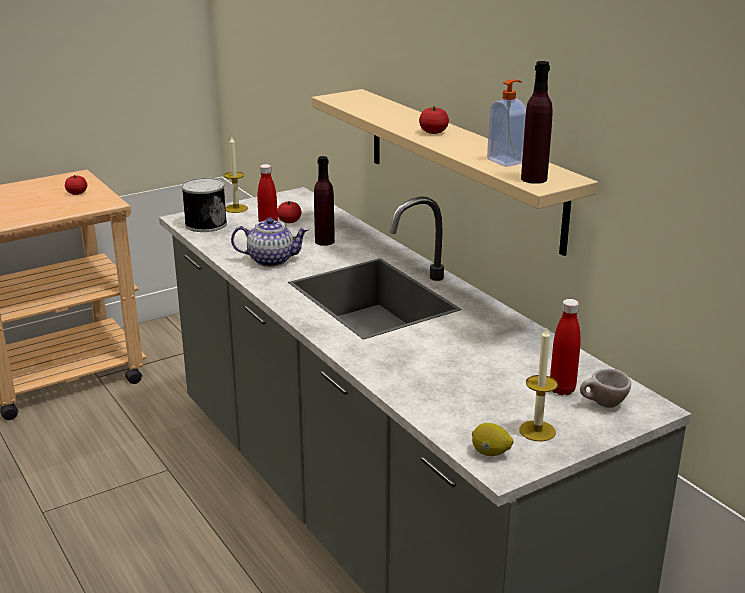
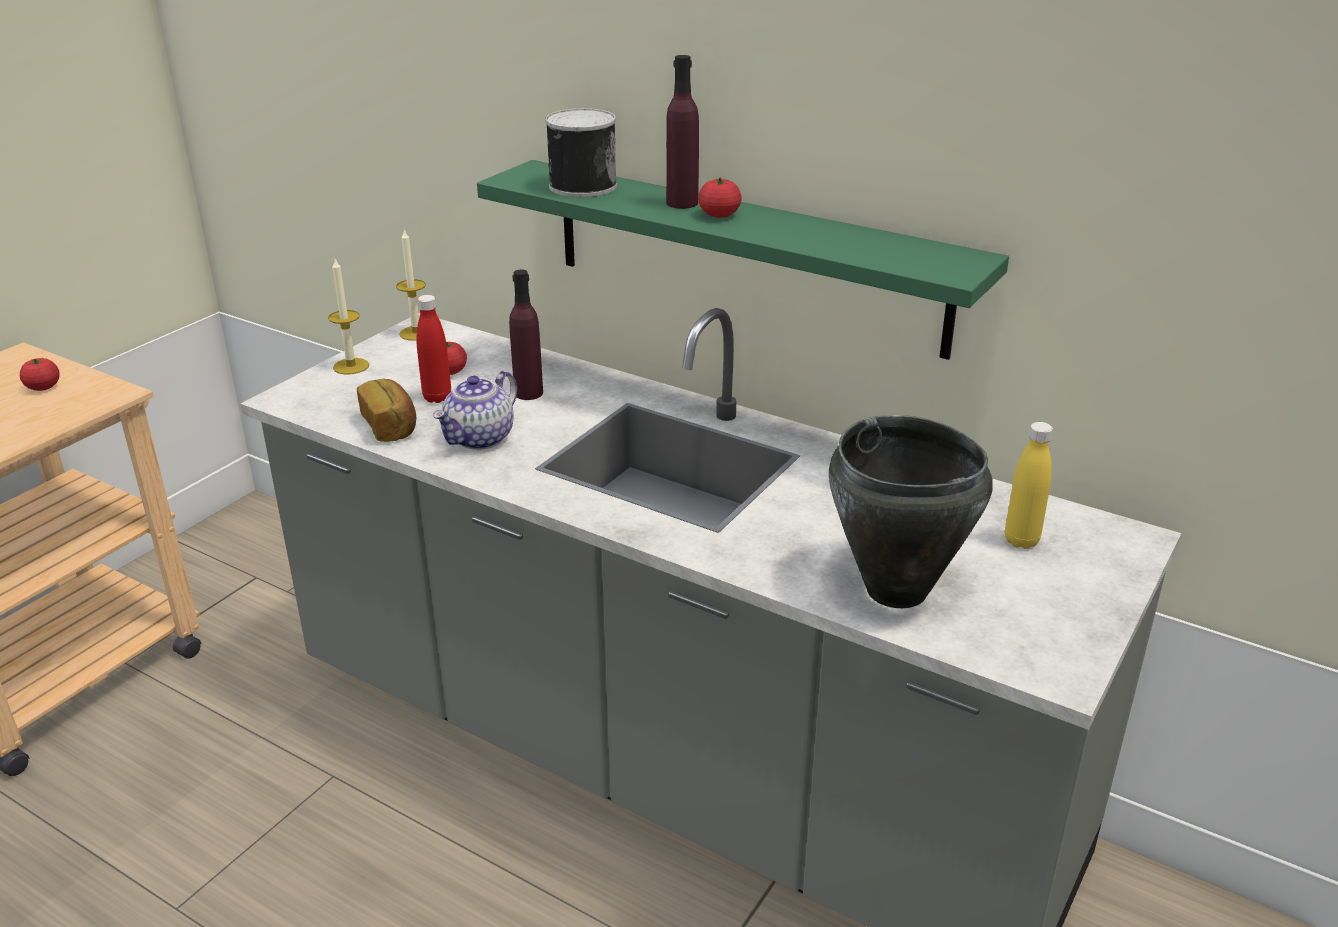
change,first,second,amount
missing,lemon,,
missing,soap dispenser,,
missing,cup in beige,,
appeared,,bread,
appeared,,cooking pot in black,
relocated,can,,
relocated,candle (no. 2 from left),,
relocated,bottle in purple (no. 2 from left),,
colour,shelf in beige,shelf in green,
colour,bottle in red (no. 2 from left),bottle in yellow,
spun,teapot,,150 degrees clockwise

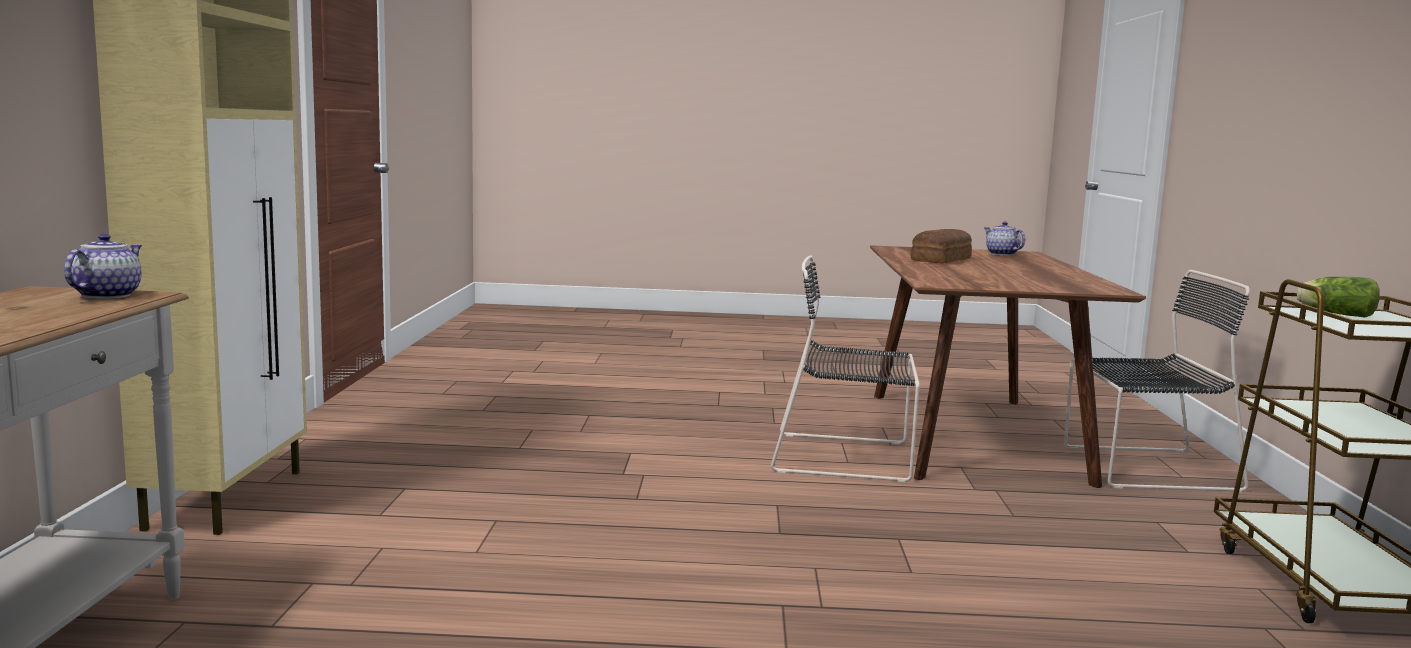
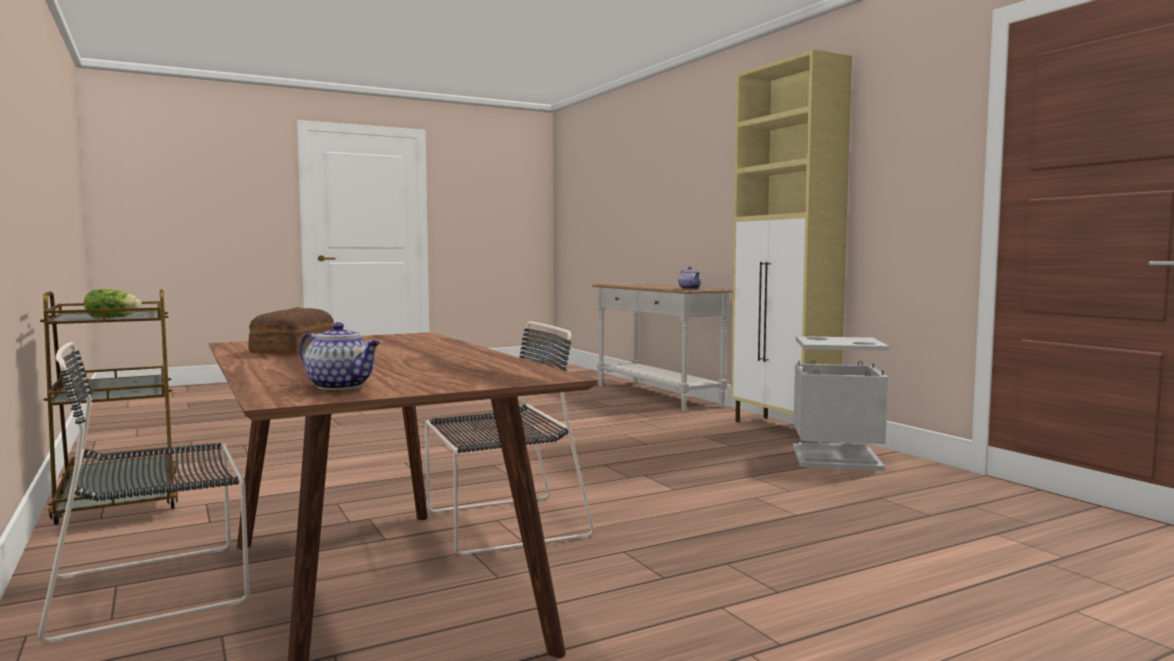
change,first,second,amount
appeared,,trash can in grey,
relocated,bread,,

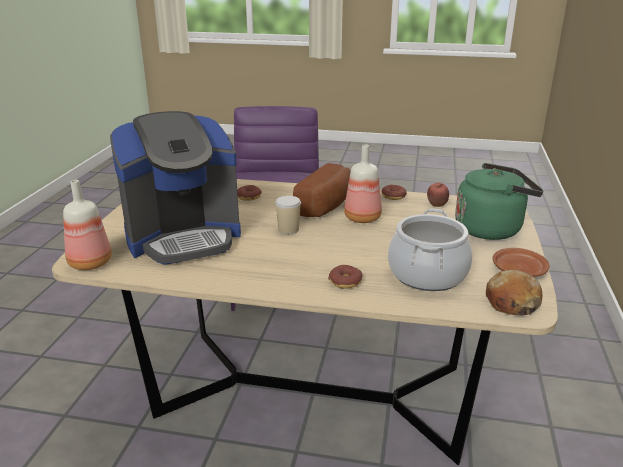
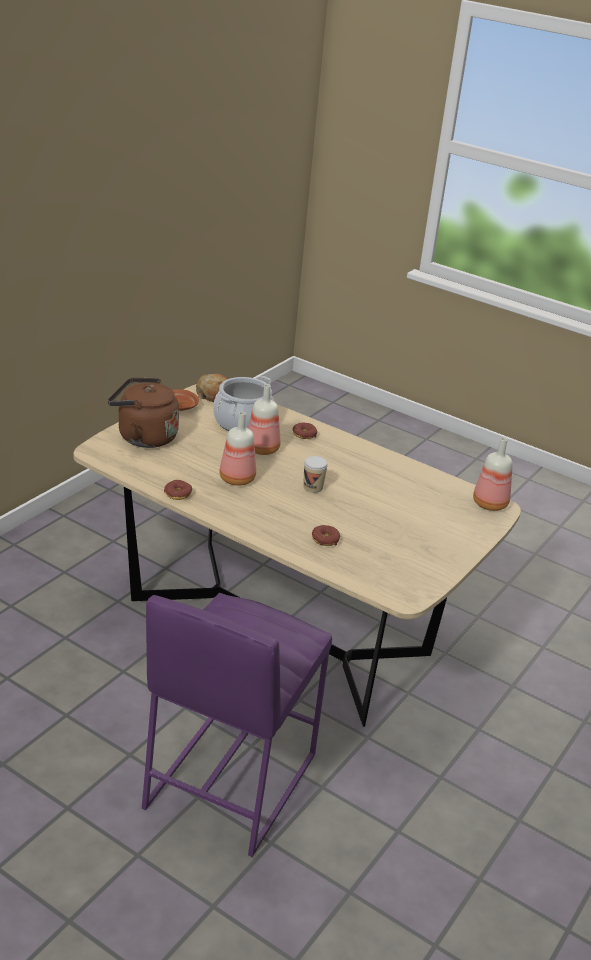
change,first,second,amount
missing,coffee machine,,
missing,bread (no. 1 from left),,
missing,apple,,
appeared,,bottle (no. 2 from left),
colour,kettle in green,kettle in brown,

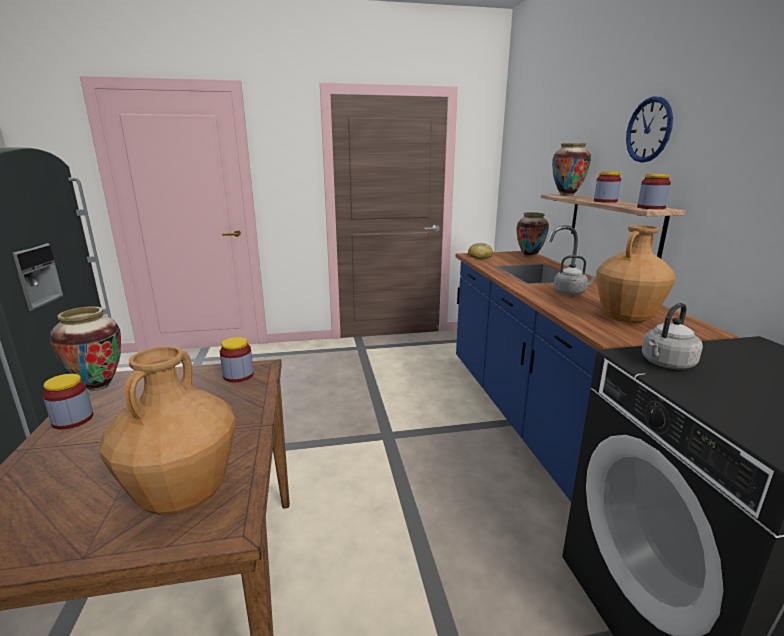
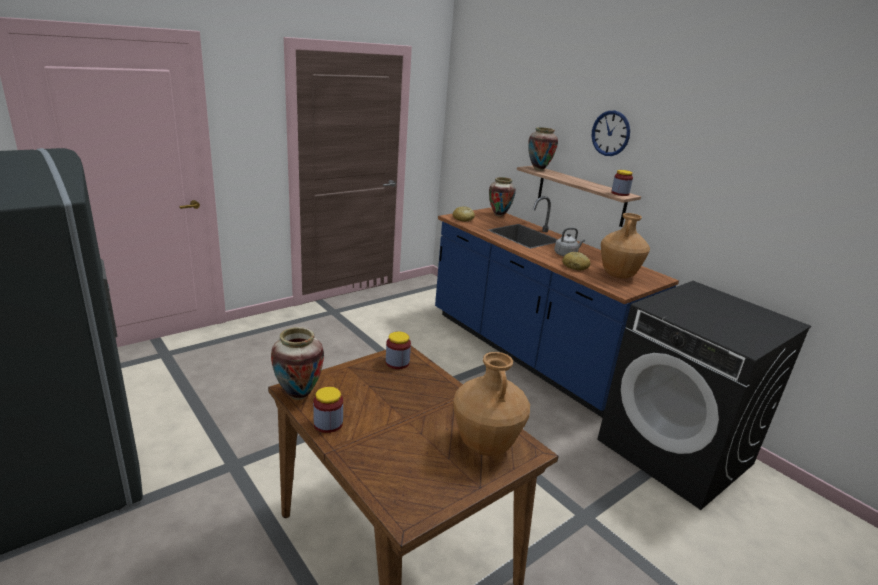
change,first,second,amount
missing,jar (no. 3 from left),,
missing,kettle in grey (no. 2 from left),,
appeared,,bread (no. 2 from left),

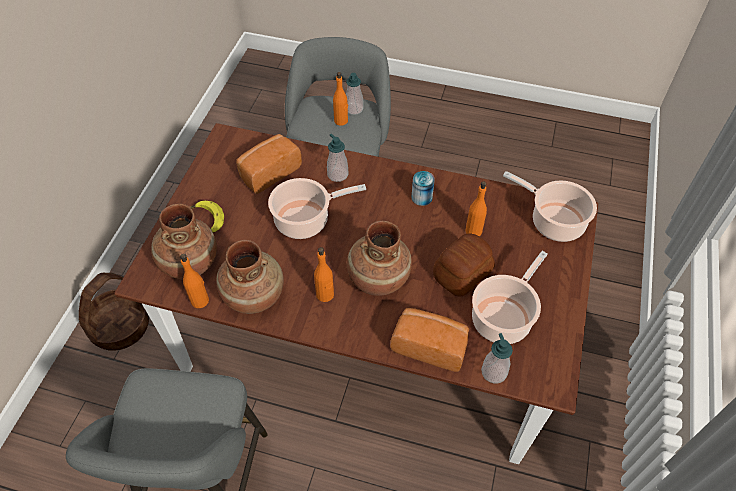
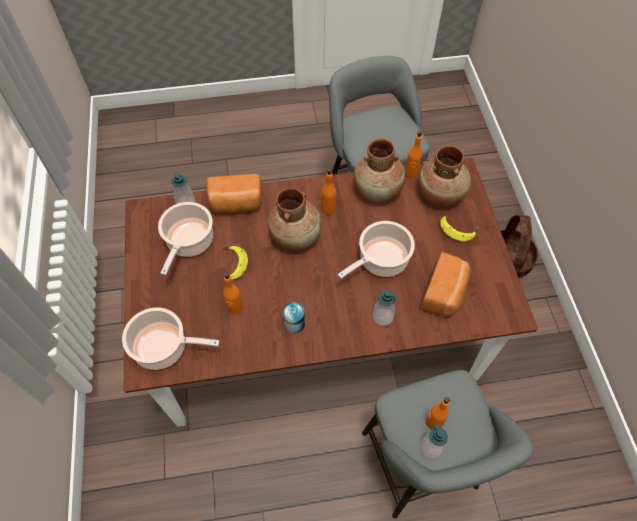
change,first,second,amount
exchanged,bread (no. 3 from left),banana (no. 1 from left),

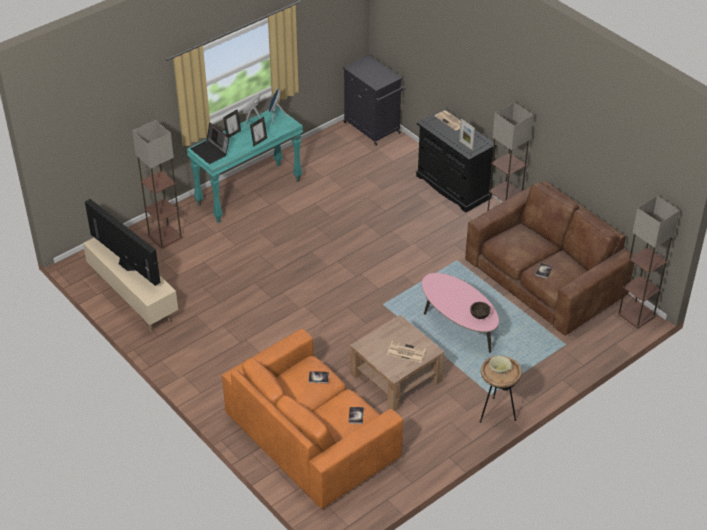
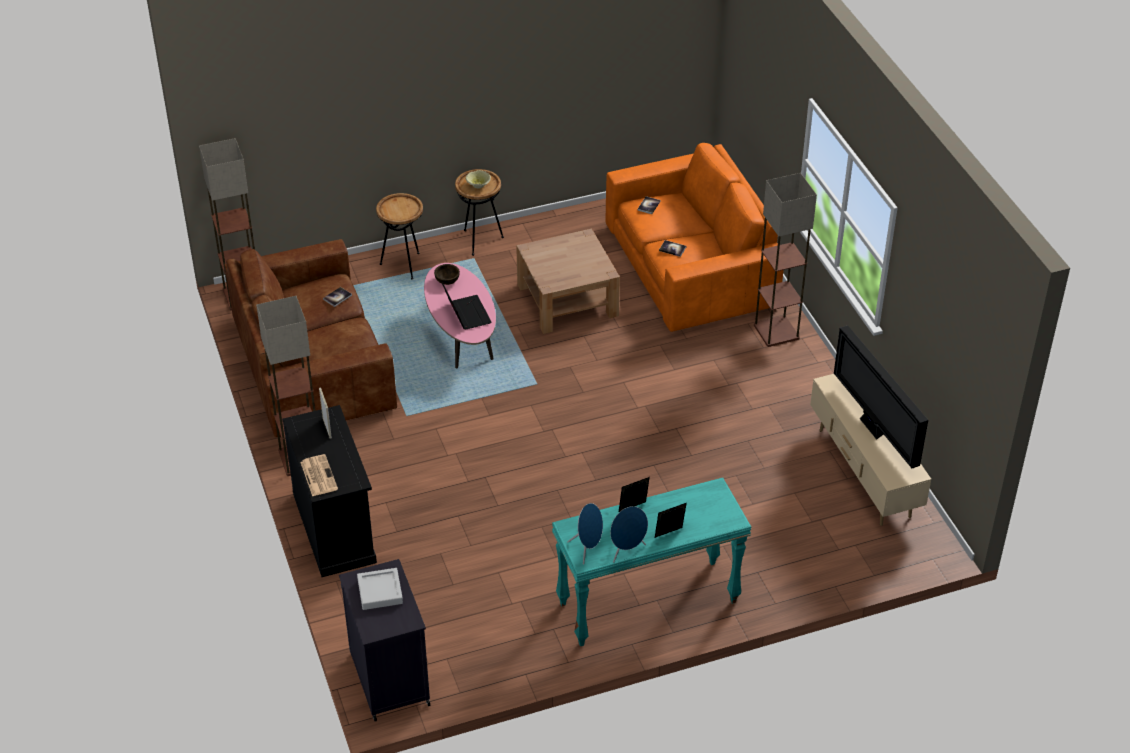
change,first,second,amount
missing,newspaper (no. 1 from left),,
appeared,,tray in grey,
appeared,,side table in brown (no. 1 from left),
relocated,floor lamp (no. 1 from left in the first image),floor lamp (no. 3 from left),
relocated,laptop,,

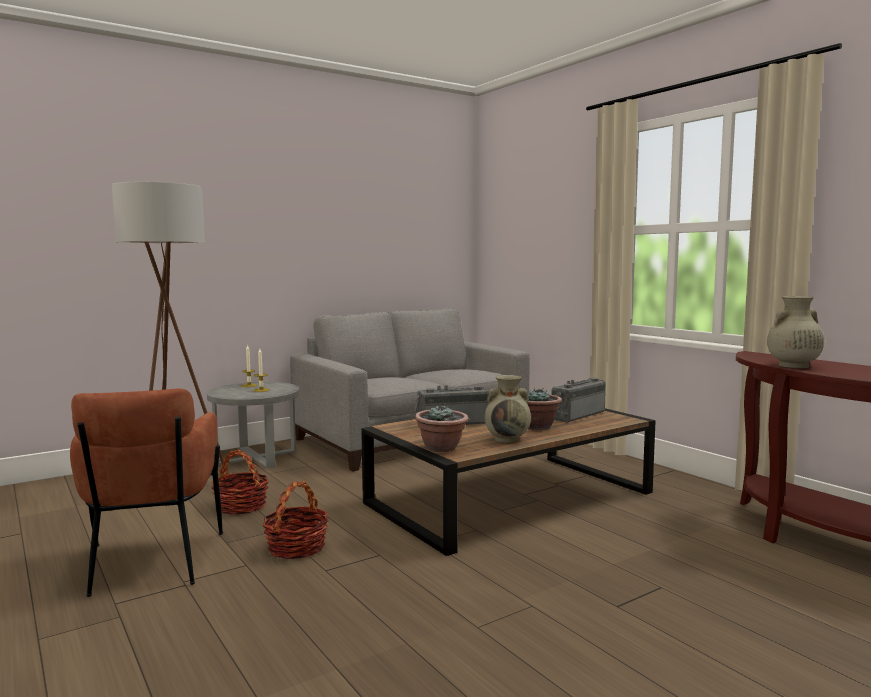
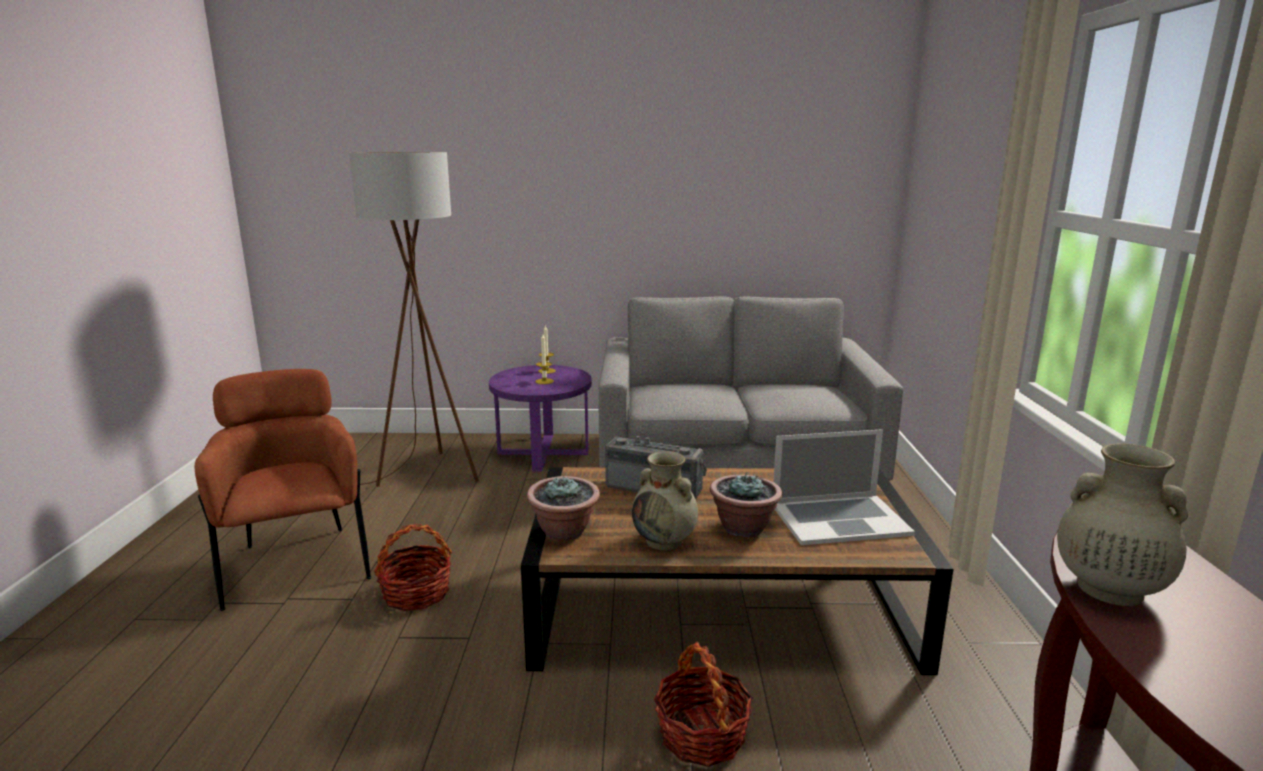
change,first,second,amount
relocated,basket (no. 1 from left in the first image),basket (no. 2 from left),
exchanged,radio (no. 2 from left),laptop,
colour,side table in grey,side table in purple,
spun,armchair in brown,,135 degrees clockwise

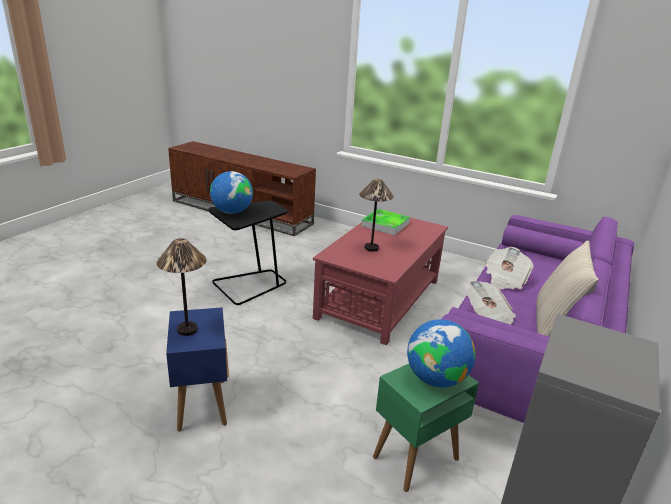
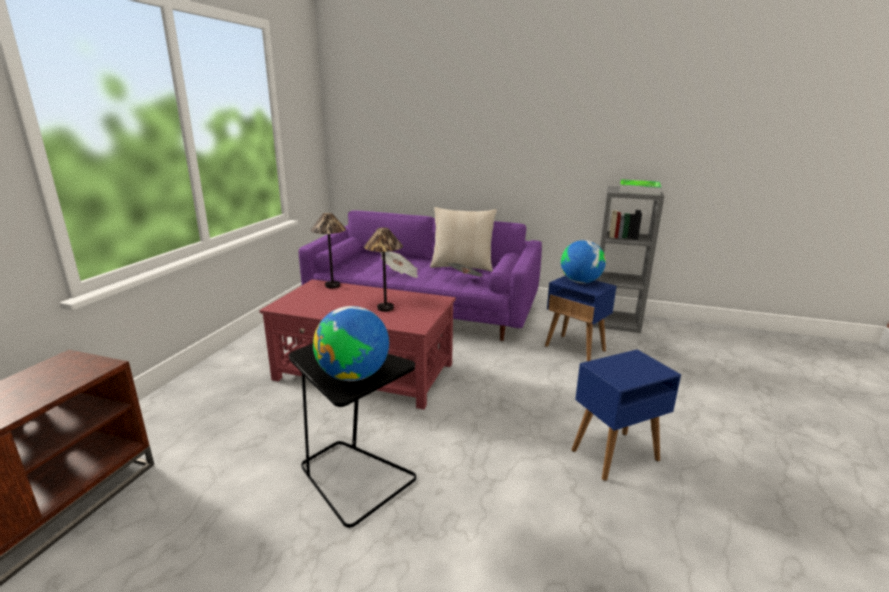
change,first,second,amount
relocated,table lamp (no. 1 from left),,
relocated,tray,,
colour,side table in green,side table in blue (no. 1 from left),

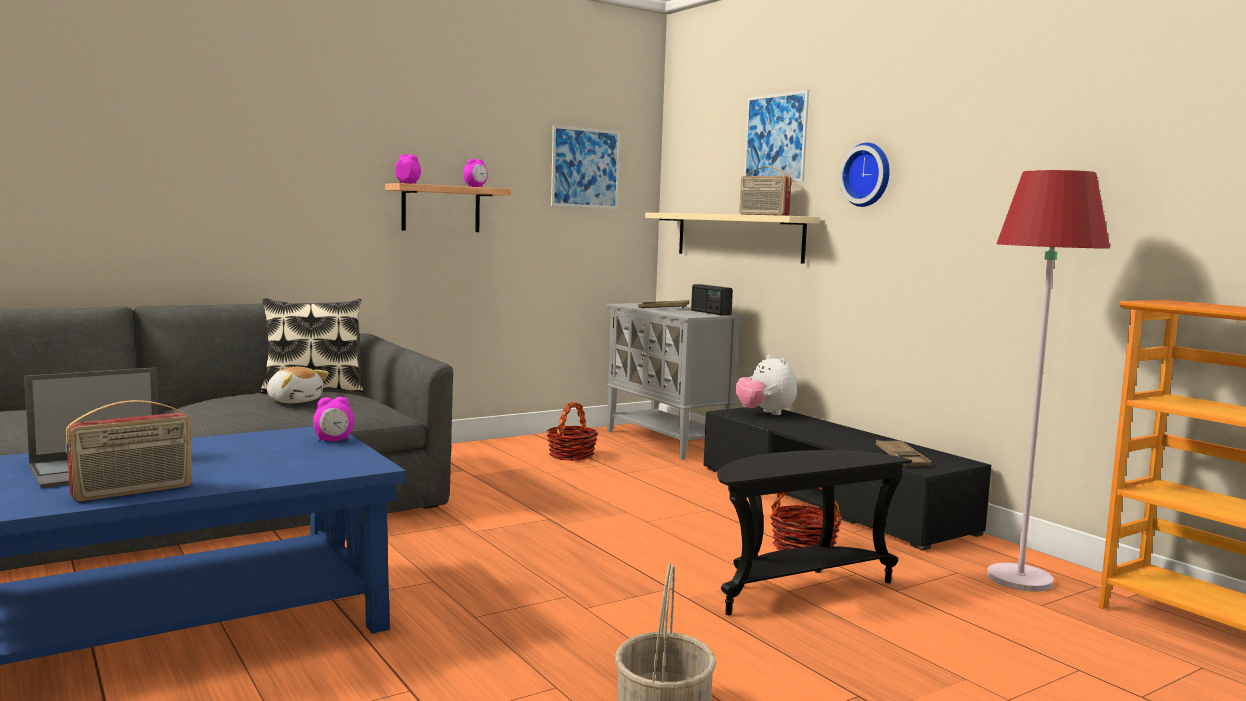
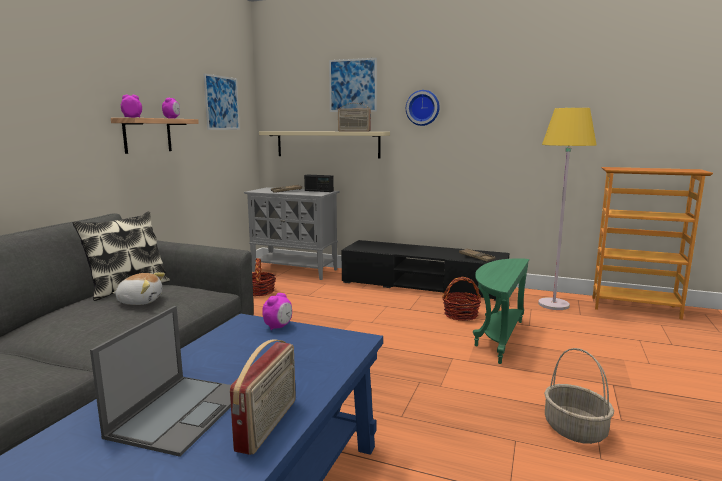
change,first,second,amount
missing,plush toy (no. 2 from left),,
colour,side table in black,side table in green,
colour,floor lamp in red,floor lamp in yellow,

